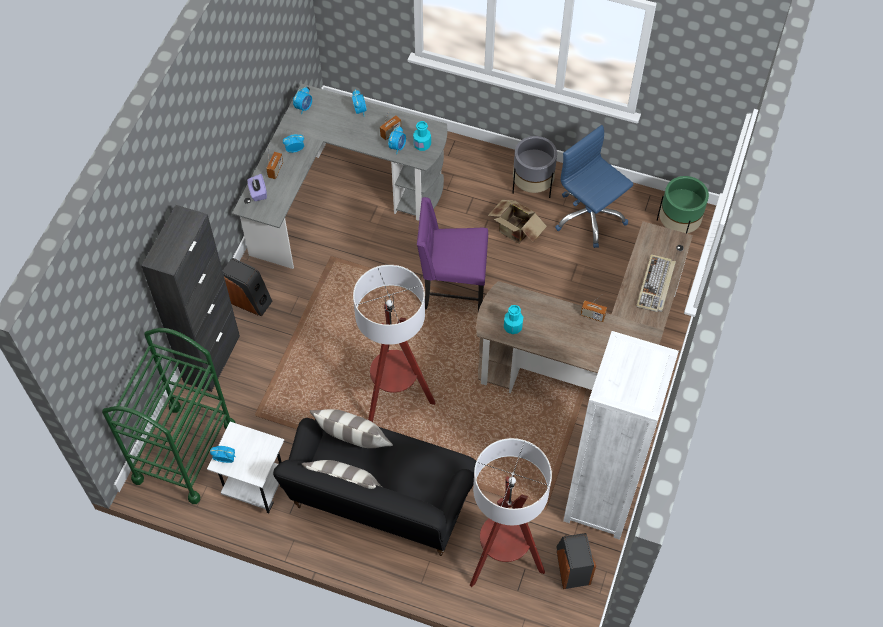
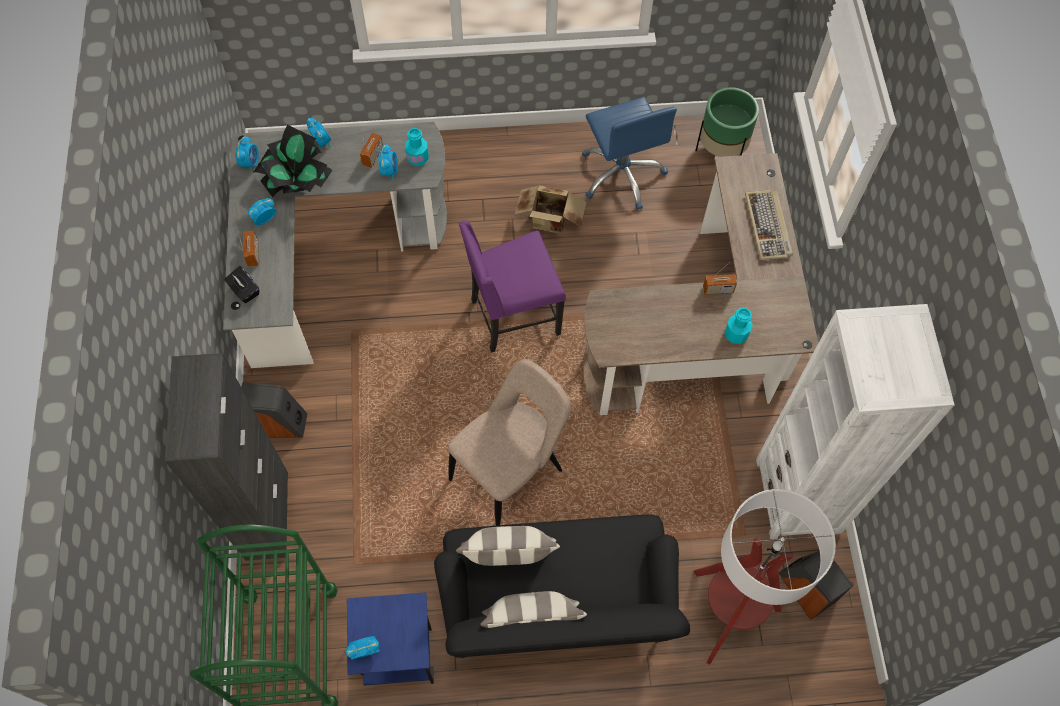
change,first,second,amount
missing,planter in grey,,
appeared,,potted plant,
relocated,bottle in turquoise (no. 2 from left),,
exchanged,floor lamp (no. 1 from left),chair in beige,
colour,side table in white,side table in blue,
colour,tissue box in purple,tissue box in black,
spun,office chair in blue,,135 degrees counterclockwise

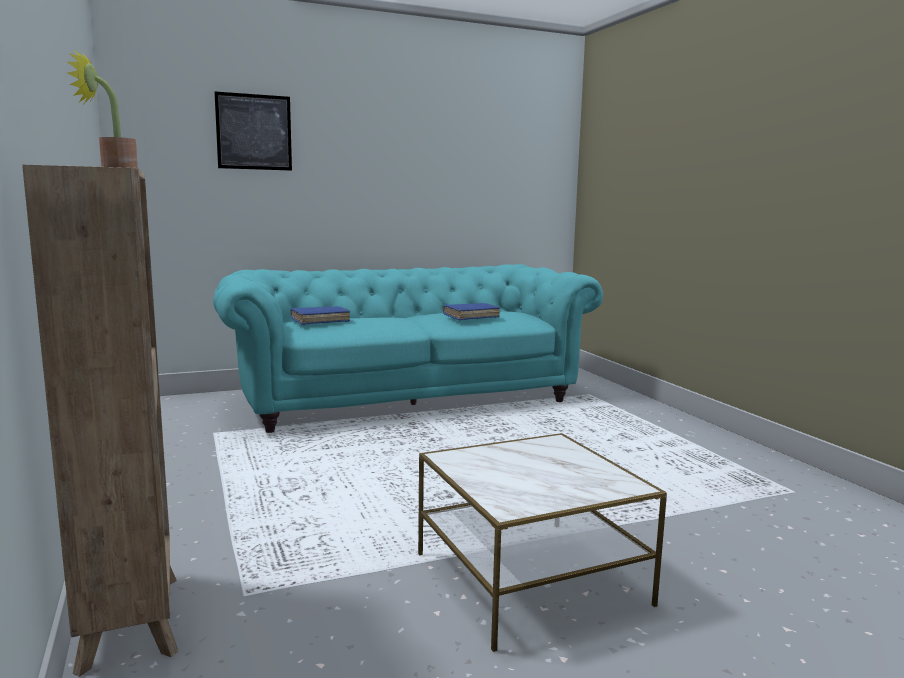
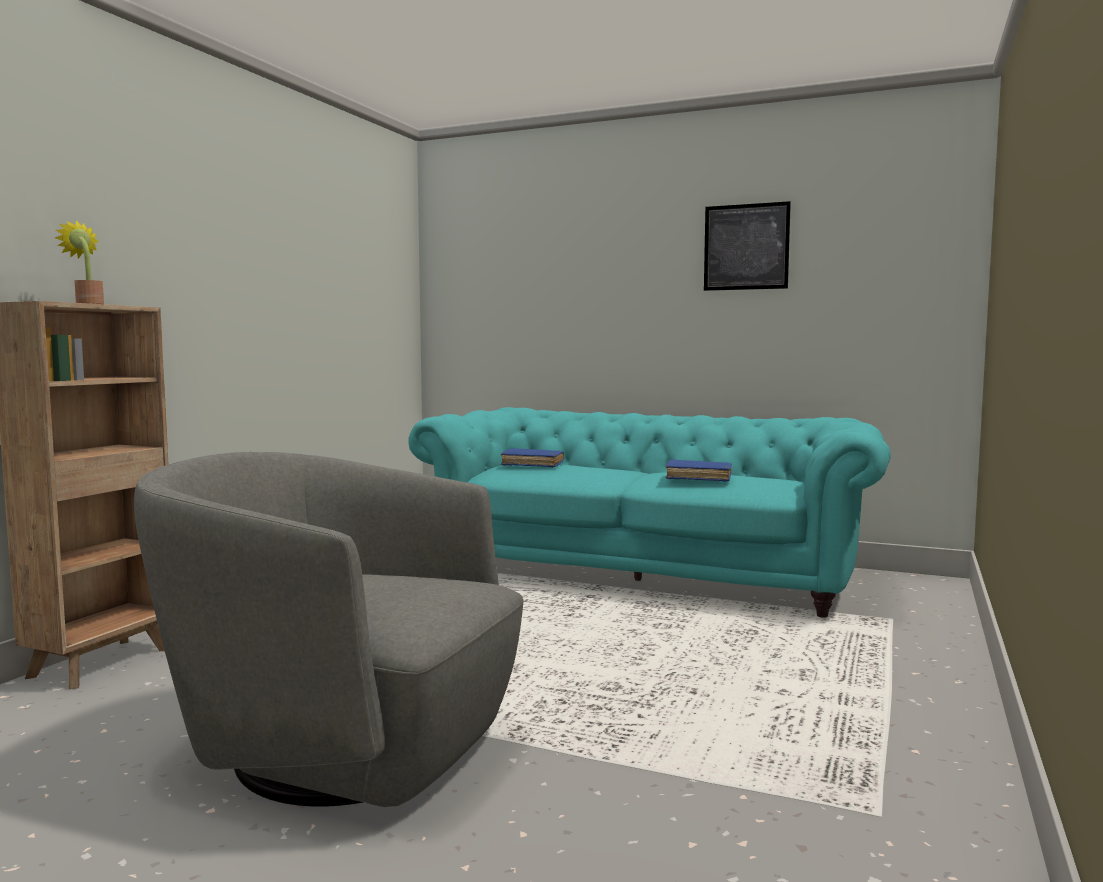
change,first,second,amount
relocated,picture,,
exchanged,side table,armchair in grey,

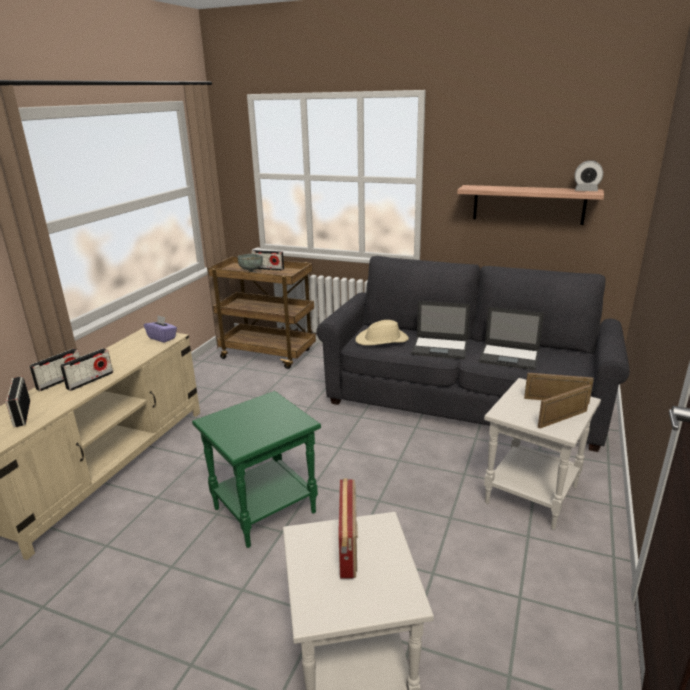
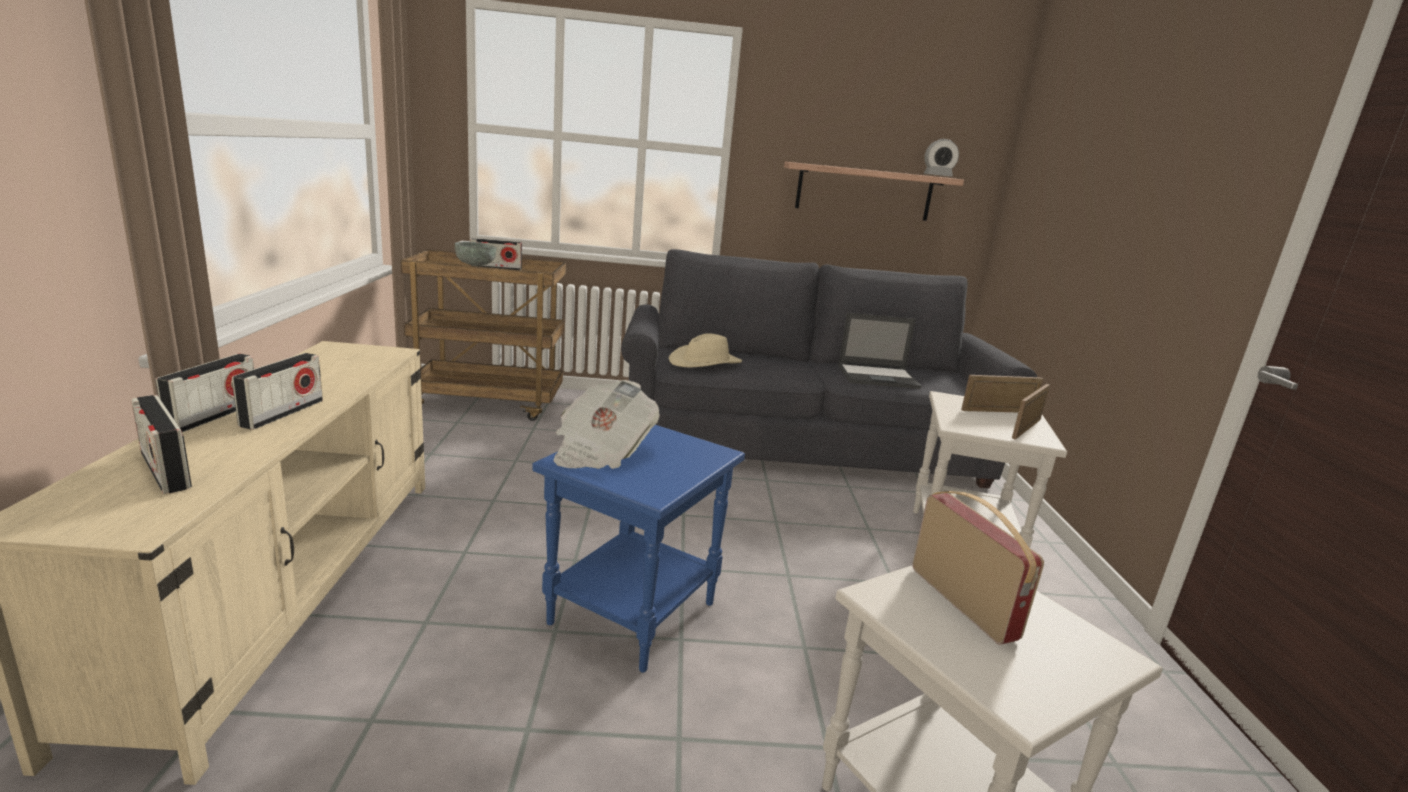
change,first,second,amount
missing,tissue box in purple,,
missing,laptop (no. 1 from left),,
appeared,,newspaper,
colour,side table in green,side table in blue,

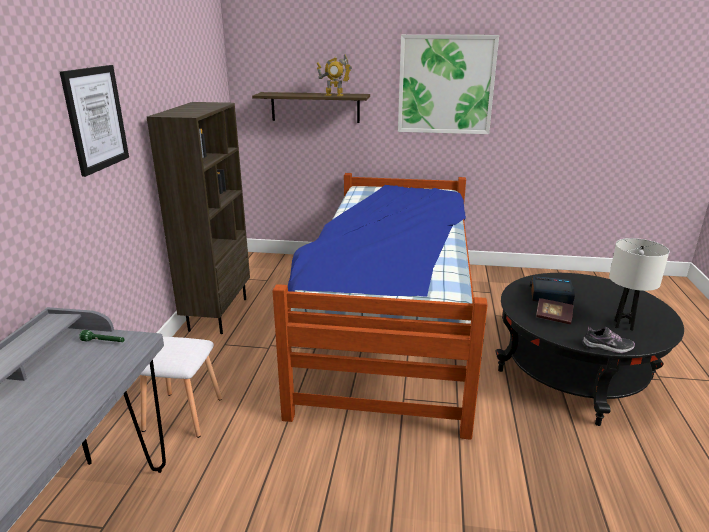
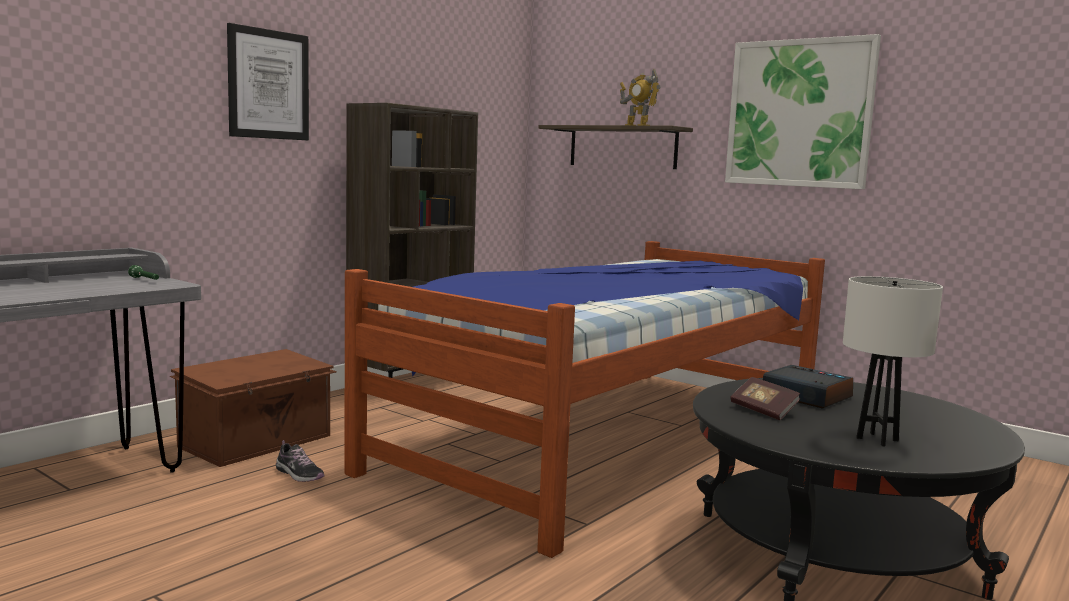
change,first,second,amount
relocated,shoe,,
exchanged,stool in white,storage box in brown,

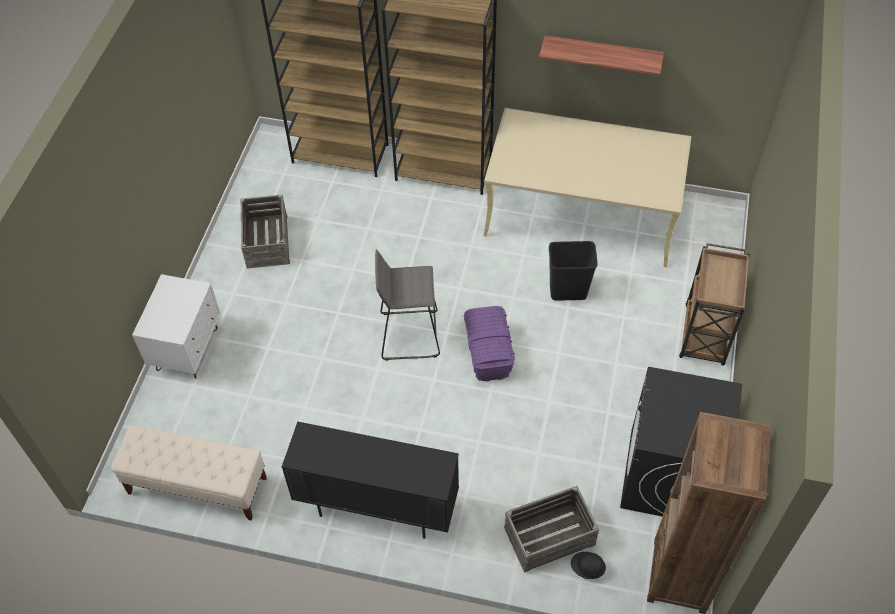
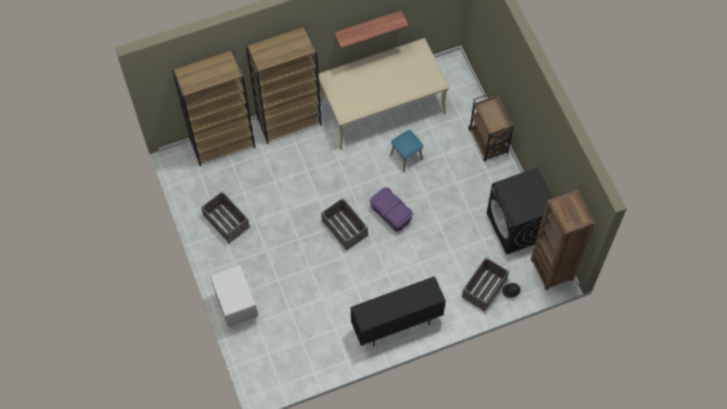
change,first,second,amount
missing,bench in beige,,
exchanged,stool in grey,crate (no. 2 from left),
exchanged,trash can in black,stool in blue,

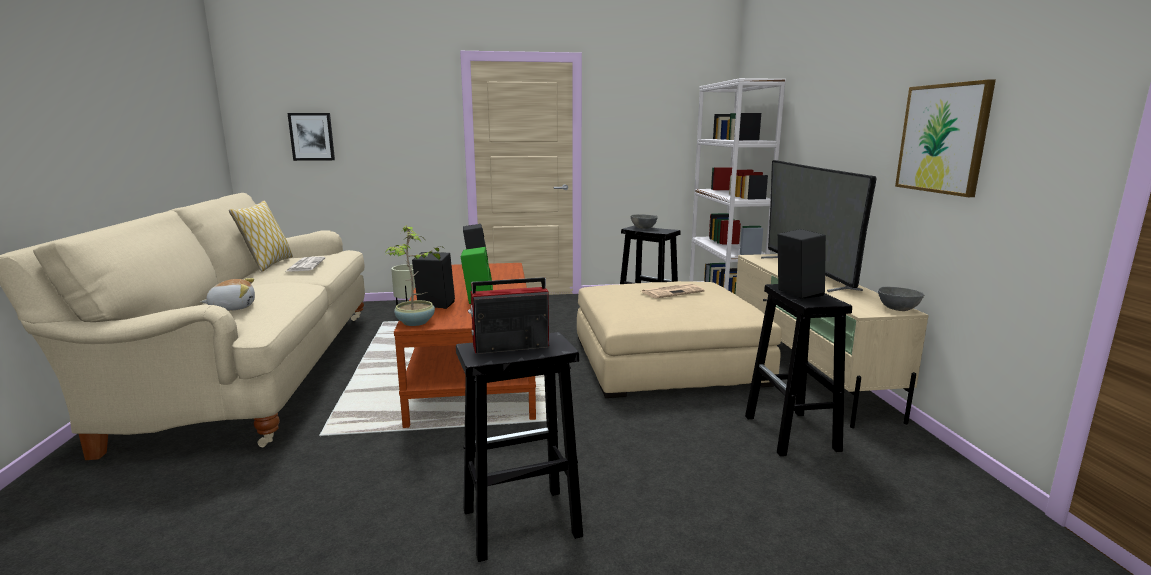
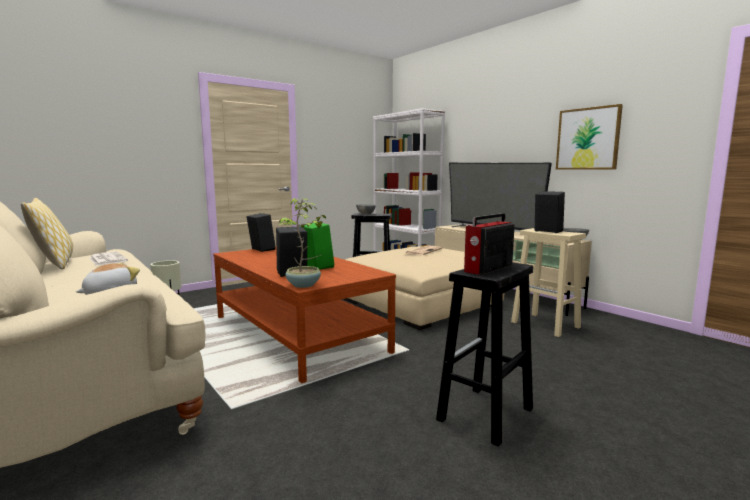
change,first,second,amount
missing,picture (no. 1 from left),,
colour,stool in black (no. 3 from left),stool in beige,

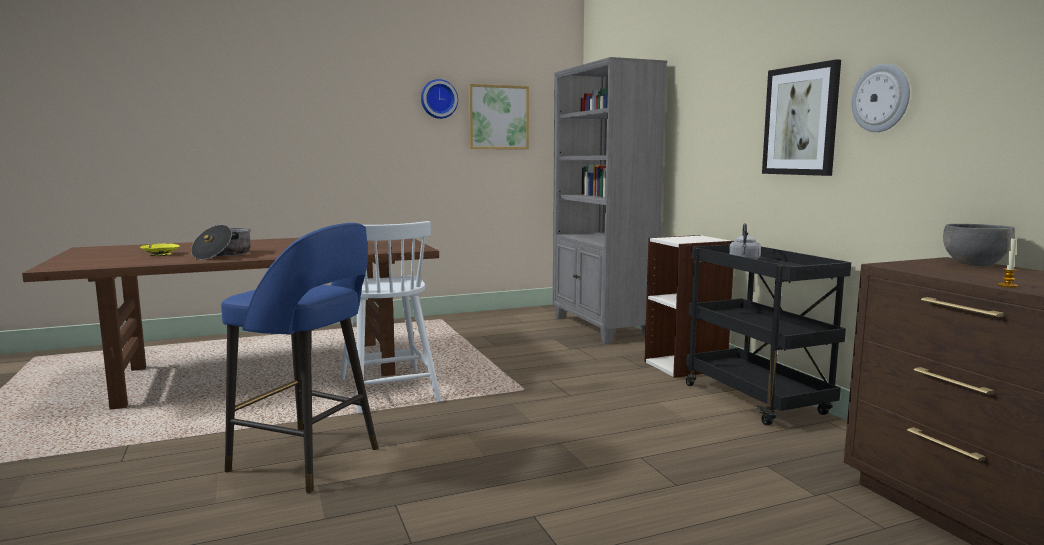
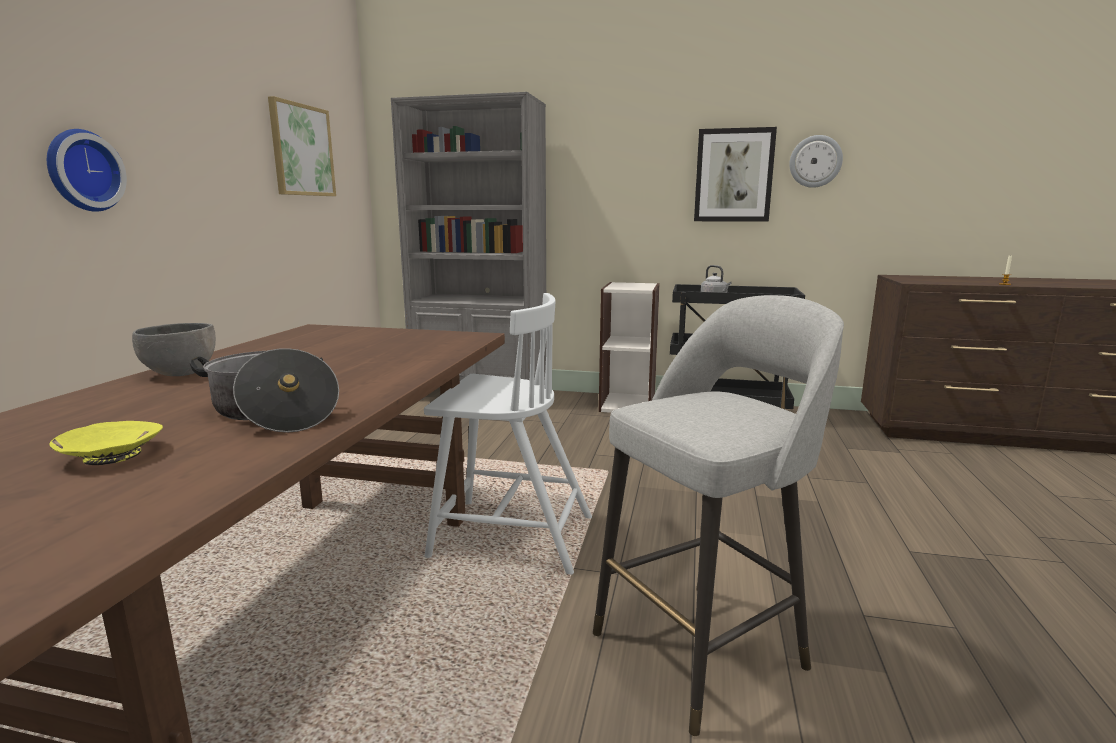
change,first,second,amount
relocated,wall clock (no. 1 from left),,
relocated,bowl in grey,,
colour,stool in blue,stool in grey,

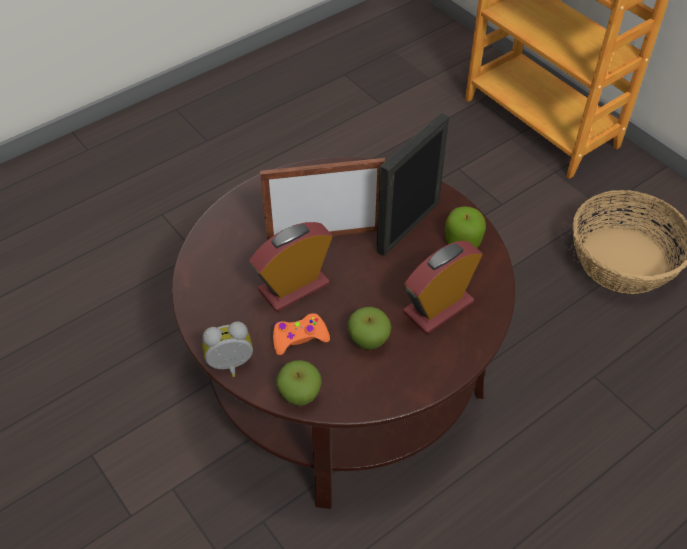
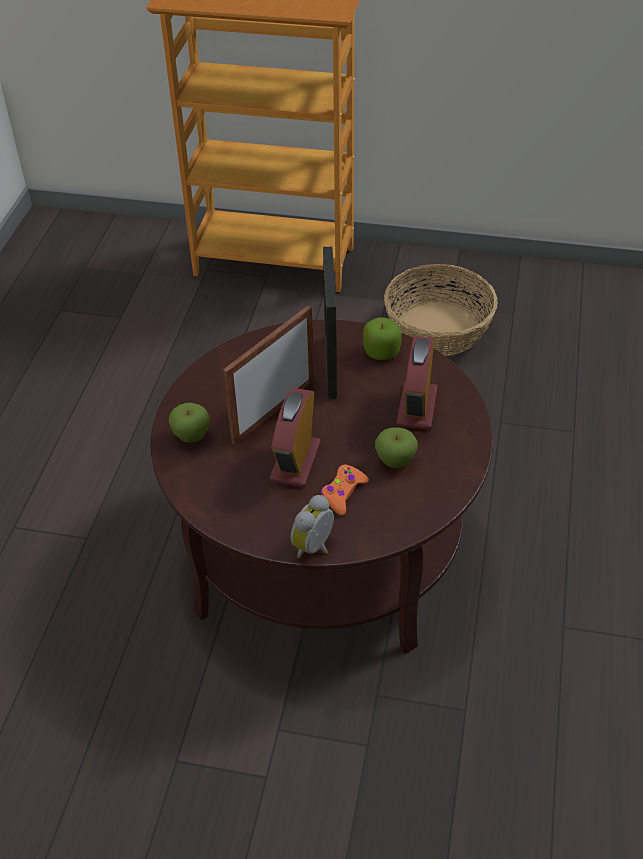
change,first,second,amount
relocated,apple (no. 1 from left),,

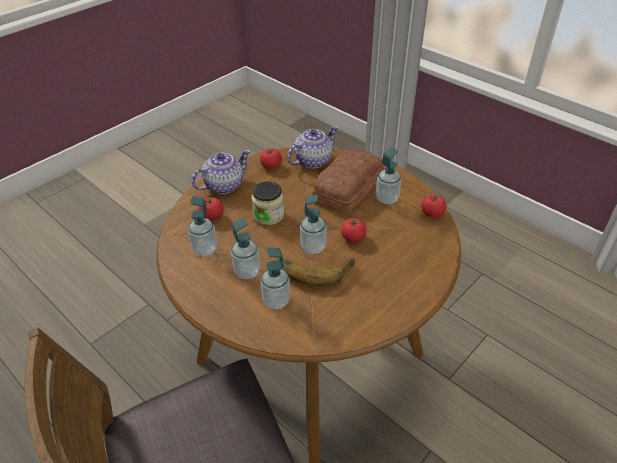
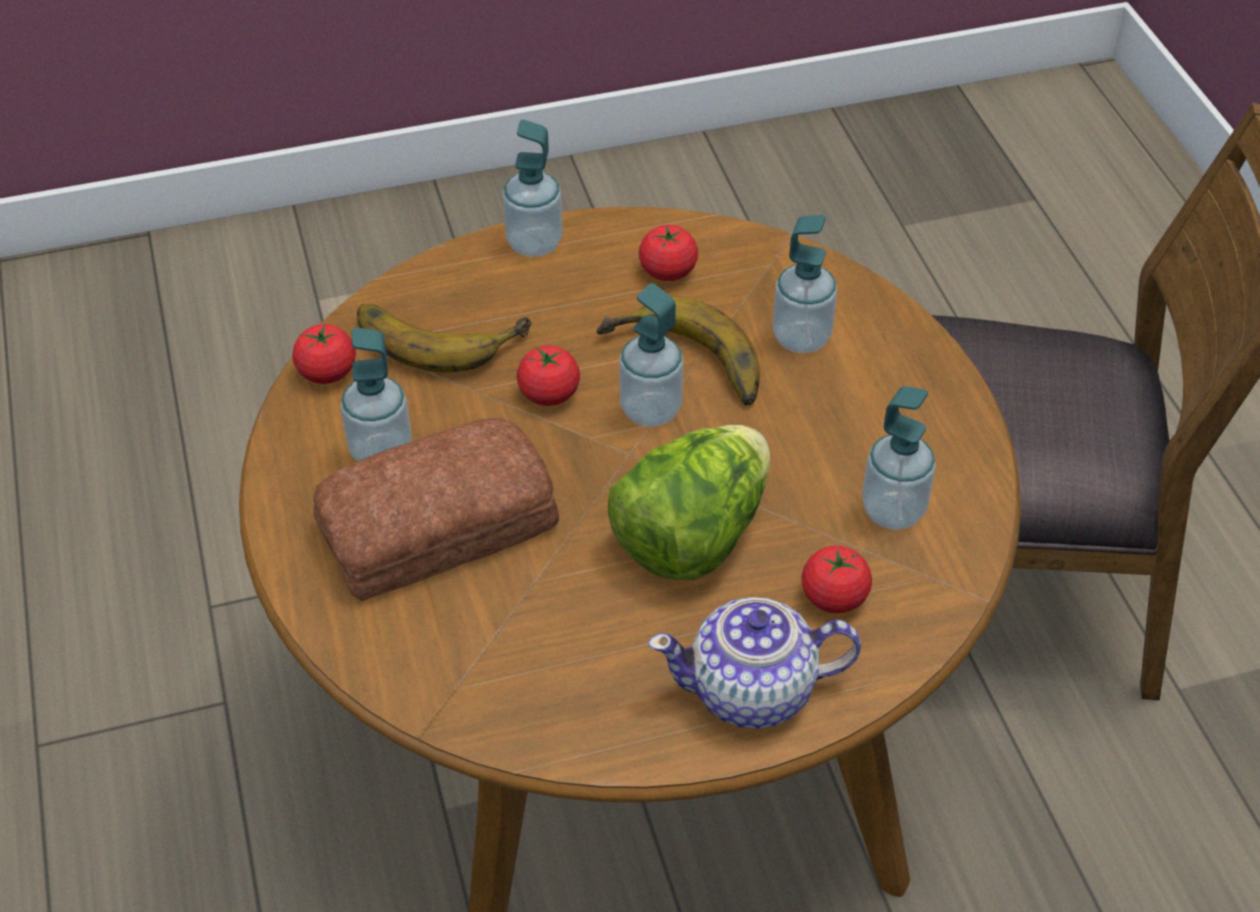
change,first,second,amount
missing,teapot (no. 2 from left),,
appeared,,banana (no. 1 from left),
relocated,soap dispenser (no. 2 from left),,
relocated,tomato (no. 2 from left in the first image),tomato (no. 3 from left),
exchanged,jar,lettuce,

